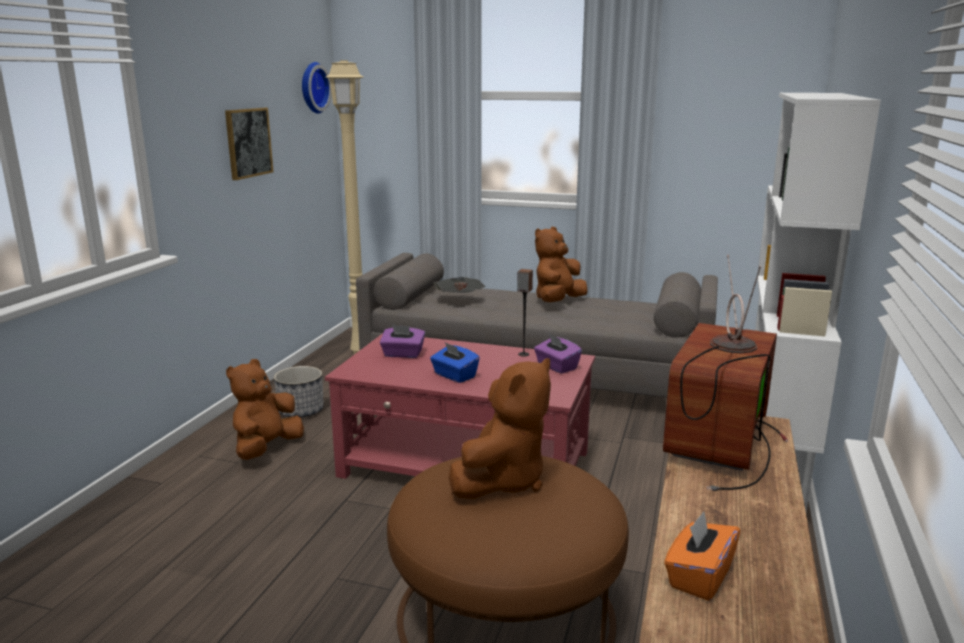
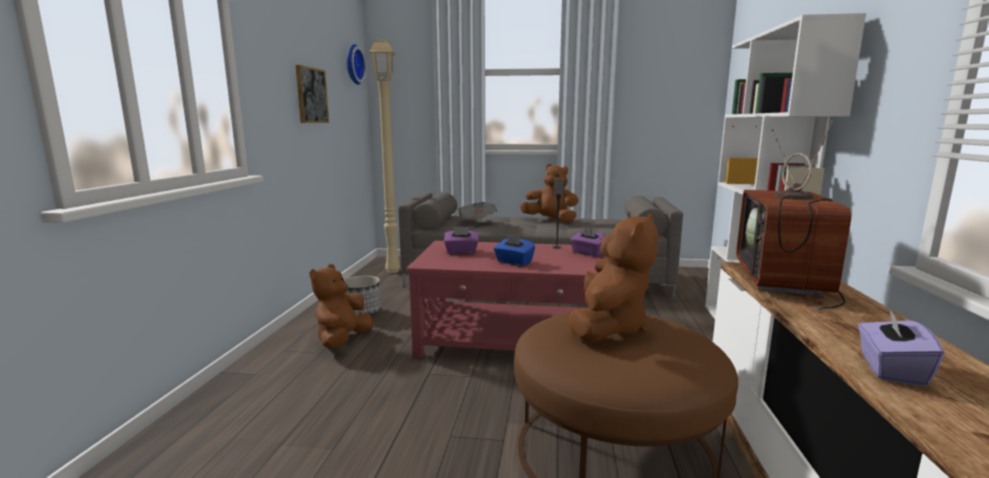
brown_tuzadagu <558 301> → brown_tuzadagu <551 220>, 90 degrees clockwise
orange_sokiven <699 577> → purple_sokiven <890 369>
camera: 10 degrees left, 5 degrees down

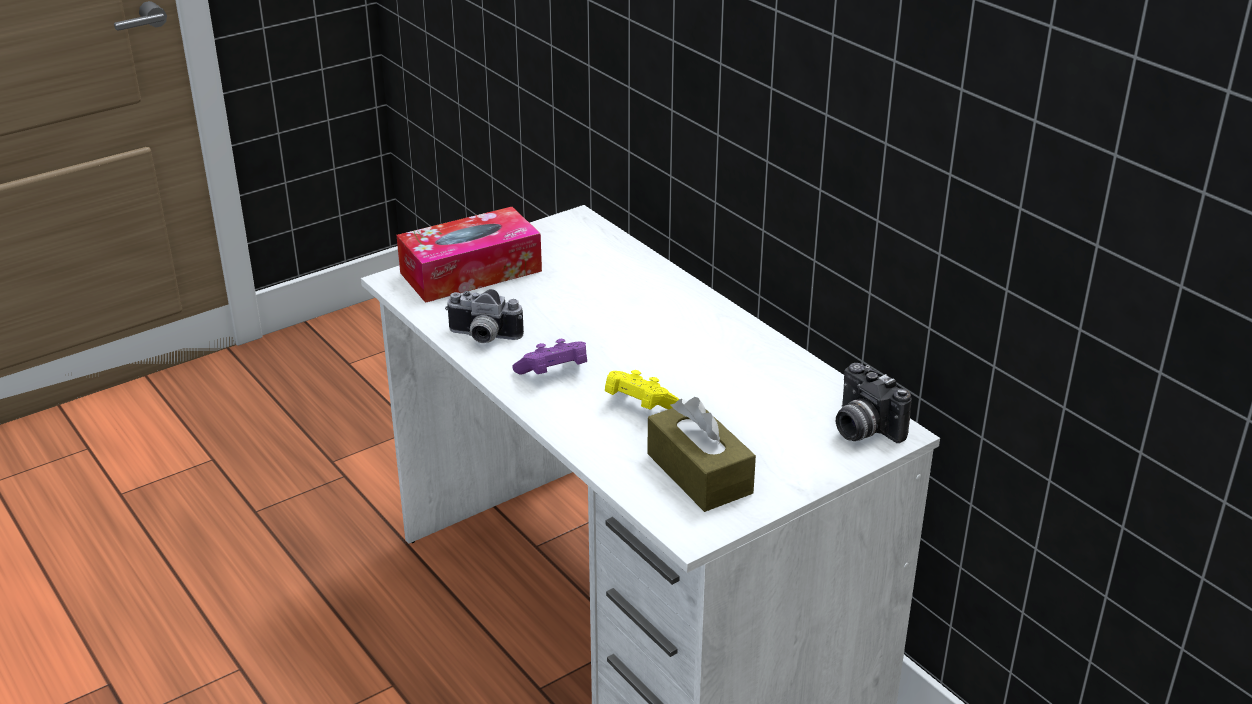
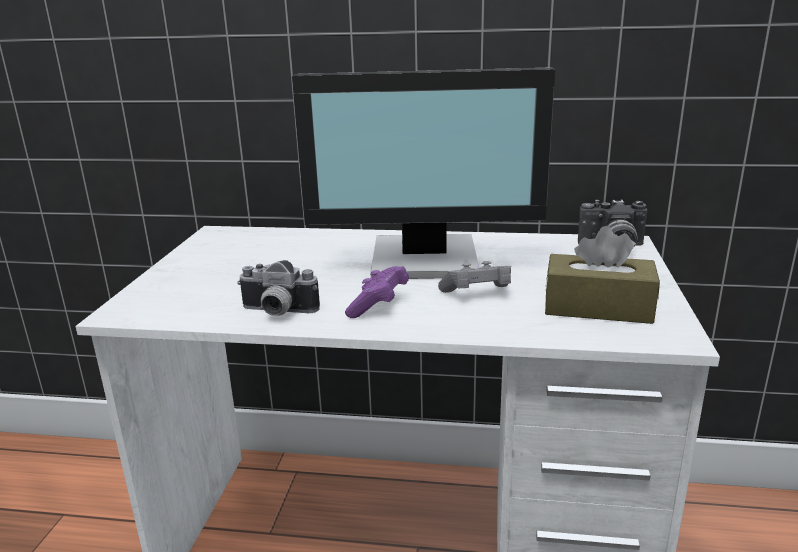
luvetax <482 338> → luvetax <276 312>, 45 degrees clockwise
- → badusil <426 260>
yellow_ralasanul <640 406> → grey_ralasanul <477 294>
sokiven <471 272> → -
camera: 45 degrees left, 10 degrees down

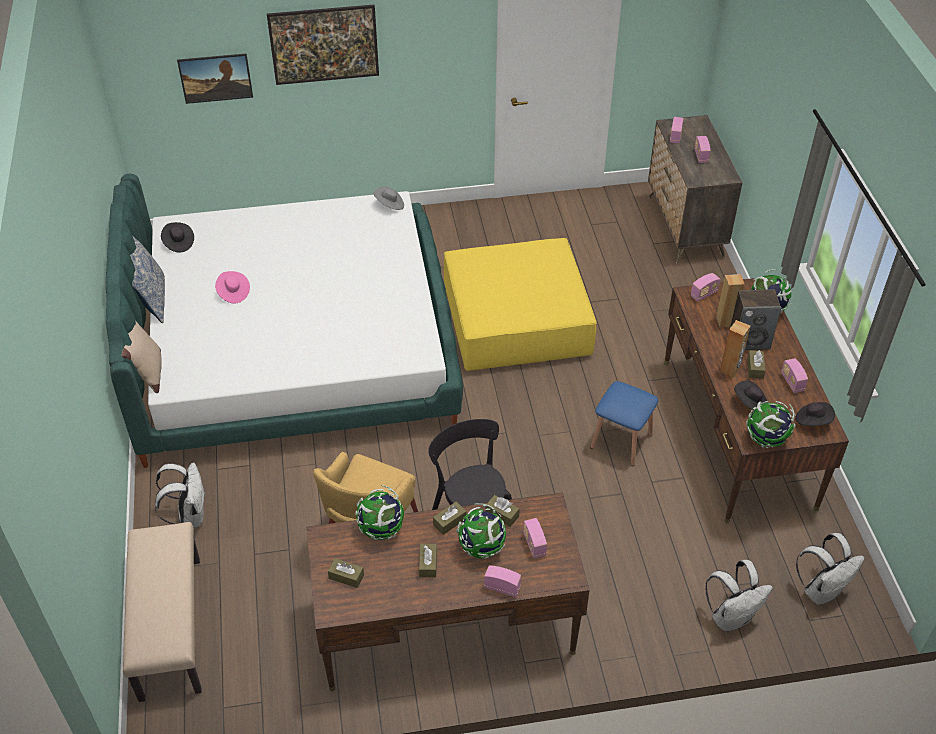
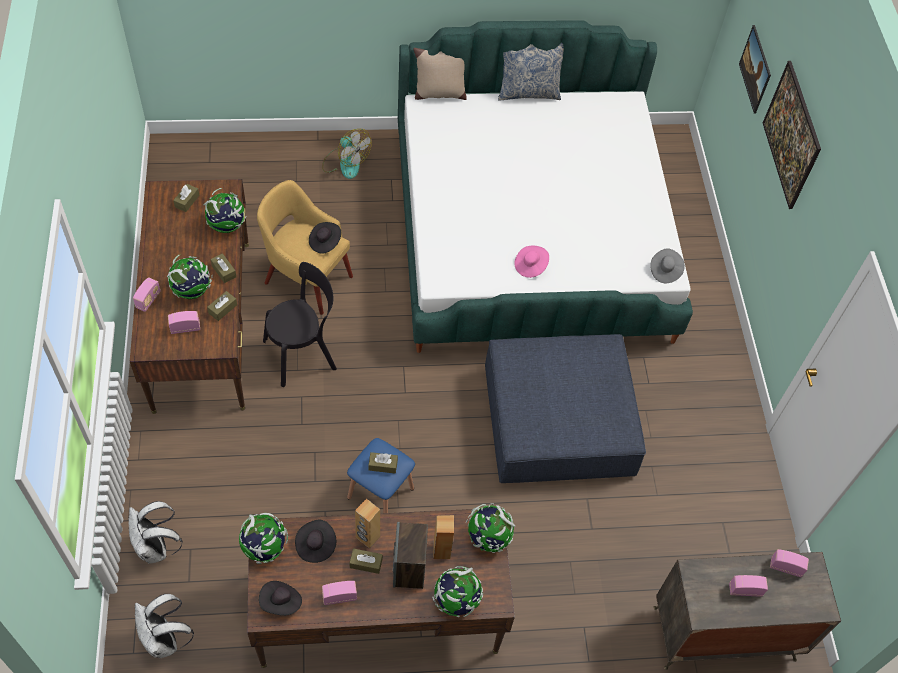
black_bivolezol <178 243> → black_bivolezol <325 242>, moved
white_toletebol <189 516> → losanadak <345 163>
brown_sokiven <428 564> → brown_sokiven <383 465>, moved
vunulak <704 294> → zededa <488 538>
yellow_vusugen <516 321> → blue_vusugen <558 421>
pink_bivolezol <233 293> → pink_bivolezol <530 266>, moved
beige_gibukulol <169 627> → -
camera: 90 degrees right, 10 degrees up

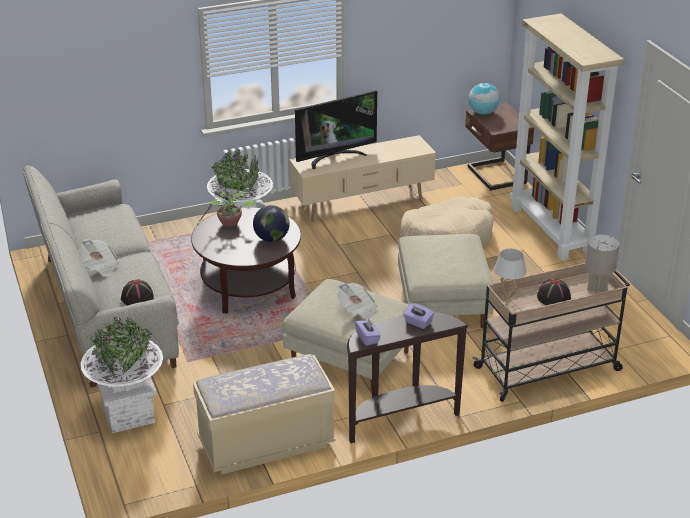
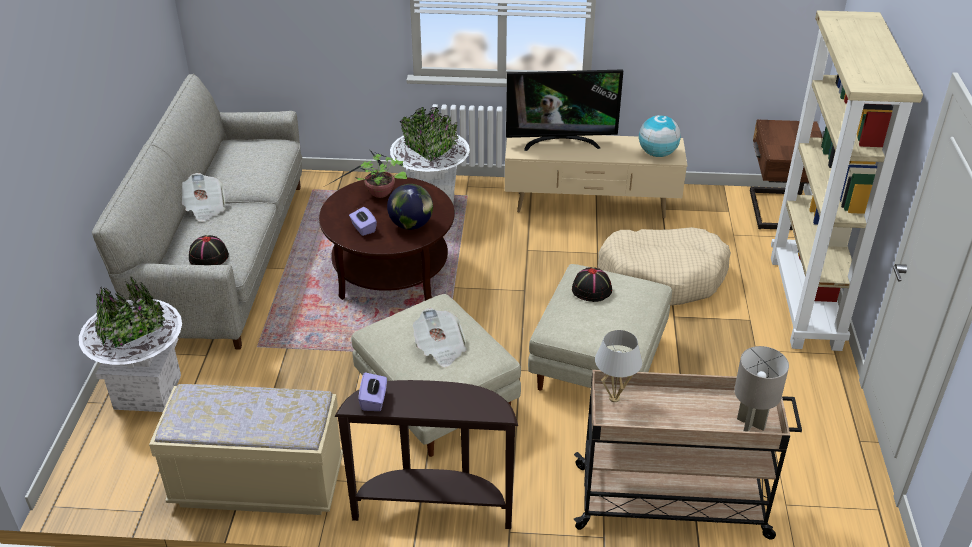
purple_sokiven <418 323> → purple_sokiven <363 228>, moved
black_bivolezol <554 297> → black_bivolezol <592 289>, moved
zededa <483 112> → zededa <657 154>, moved
camera: 25 degrees right, 5 degrees up

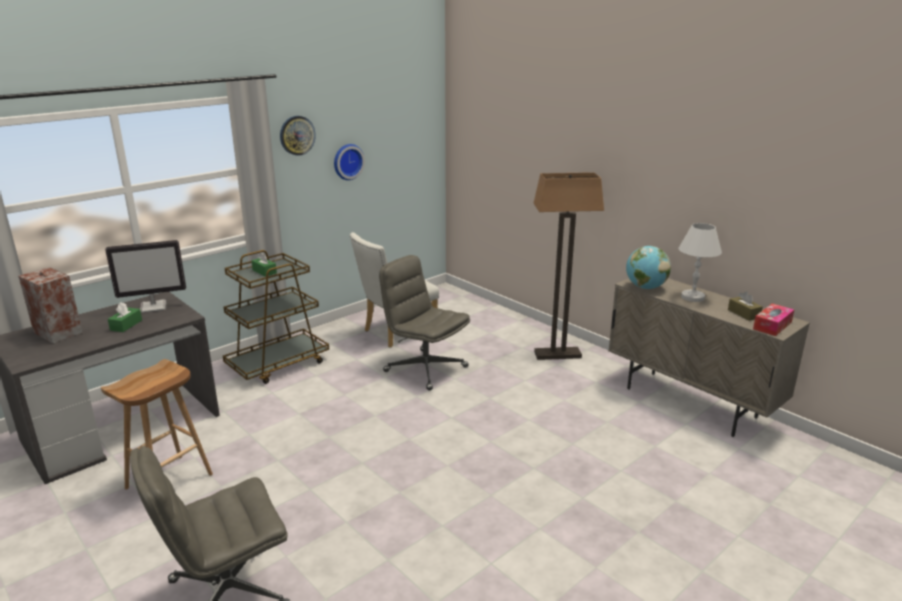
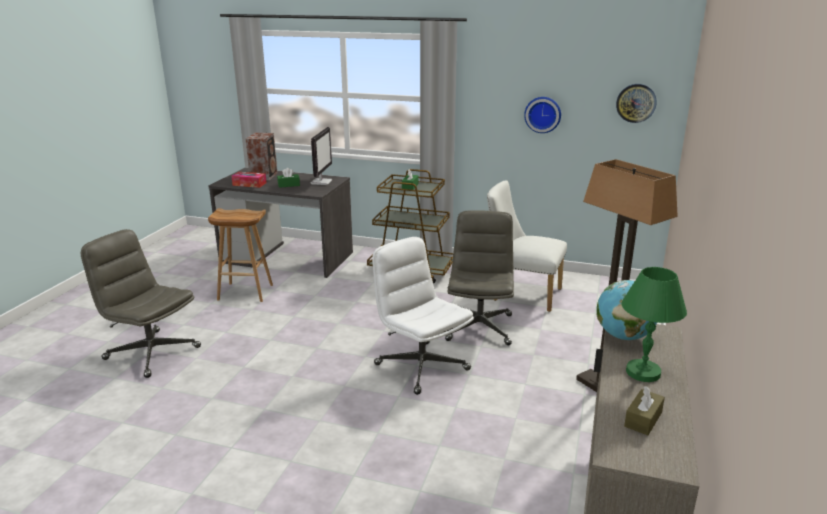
sokiven <772 325> → sokiven <249 184>, moved
badusil <154 306> → badusil <321 182>, 120 degrees counterclockwise
- → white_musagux <421 366>
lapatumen <297 135> → lapatumen <636 103>, moved
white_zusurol <692 297> → green_zusurol <643 372>
camera: 60 degrees right, 0 degrees up

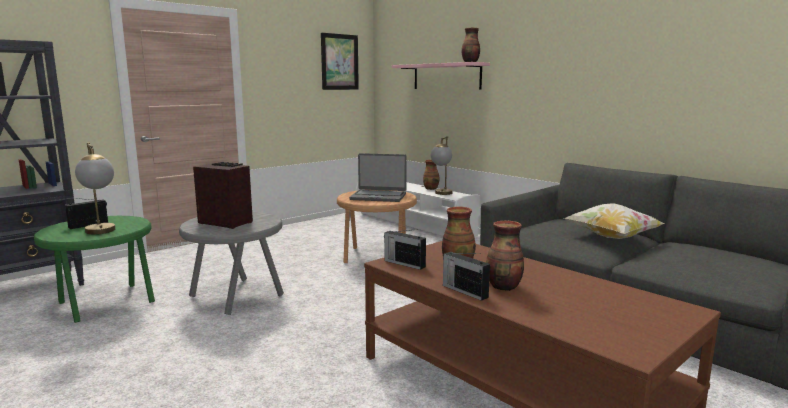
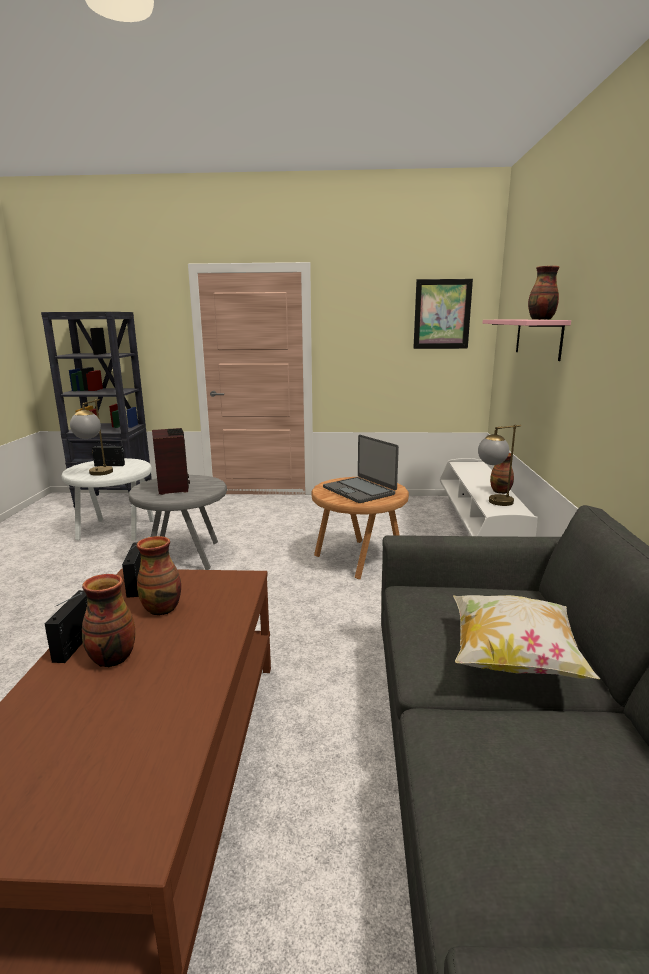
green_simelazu <104 303> → white_simelazu <115 530>
camera: 45 degrees right, 5 degrees up

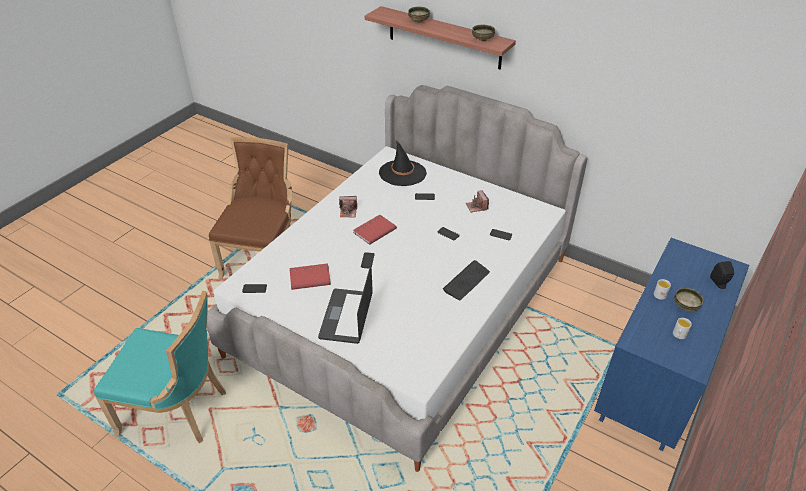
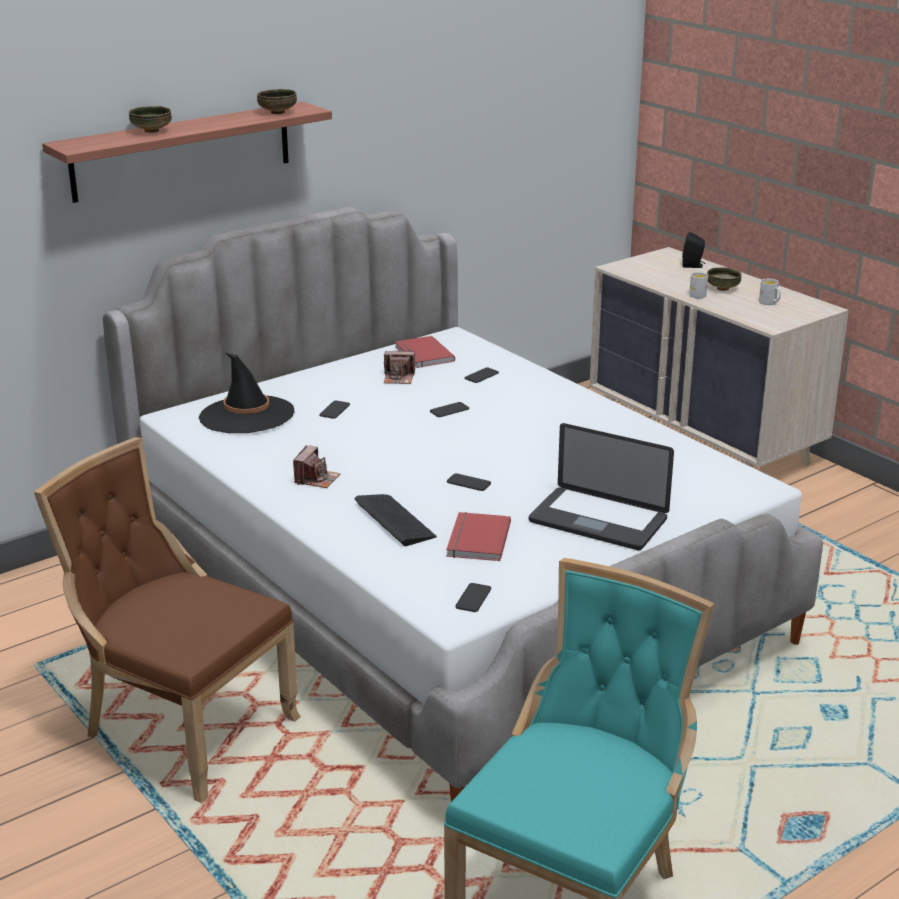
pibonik <466 281> → pibonik <395 520>, moved
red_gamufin <373 230> → red_gamufin <422 355>, moved
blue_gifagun <653 382> → beige_gifagun <703 439>
camera: 70 degrees left, 15 degrees down

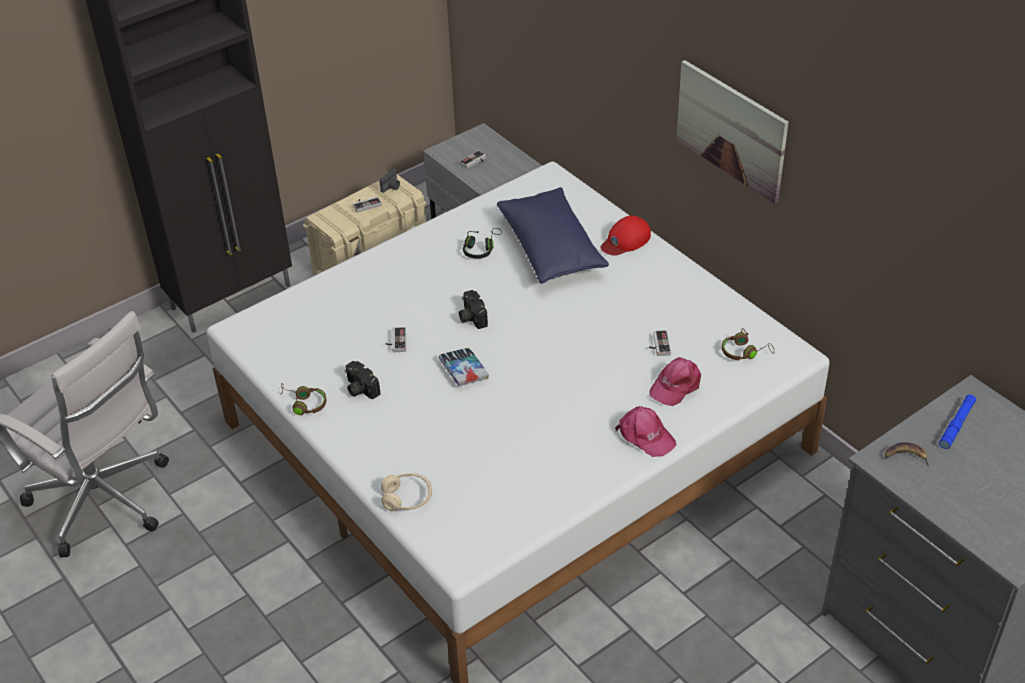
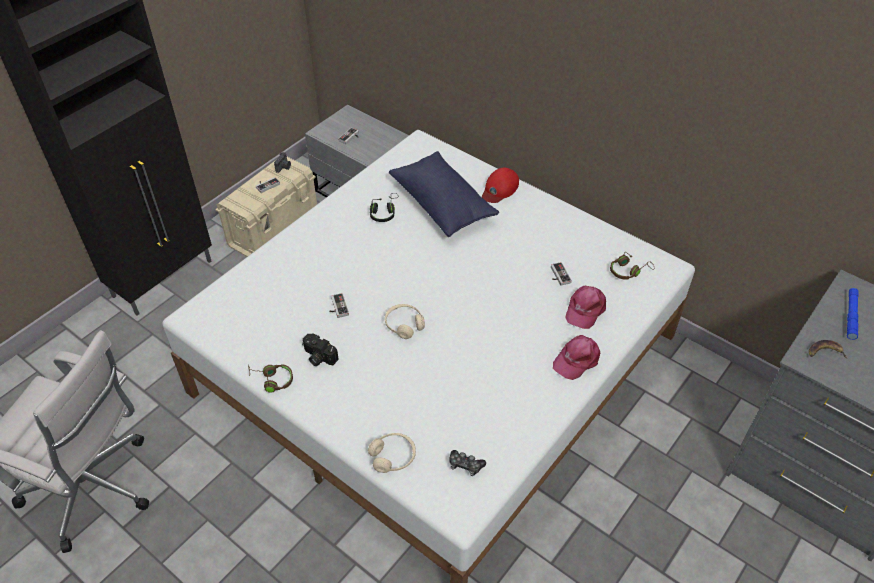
gamufin <463 370> → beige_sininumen <404 325>
- → ralasanul <465 465>
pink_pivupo <645 436> → pink_pivupo <577 359>, 105 degrees clockwise
luvetax <471 317> → -
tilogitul <731 130> → -
camera: 15 degrees left, 5 degrees up

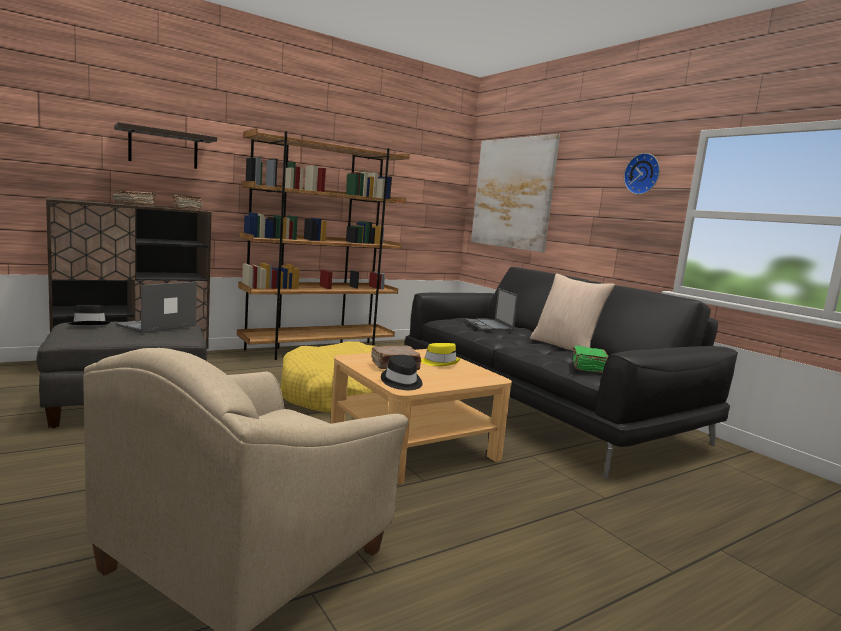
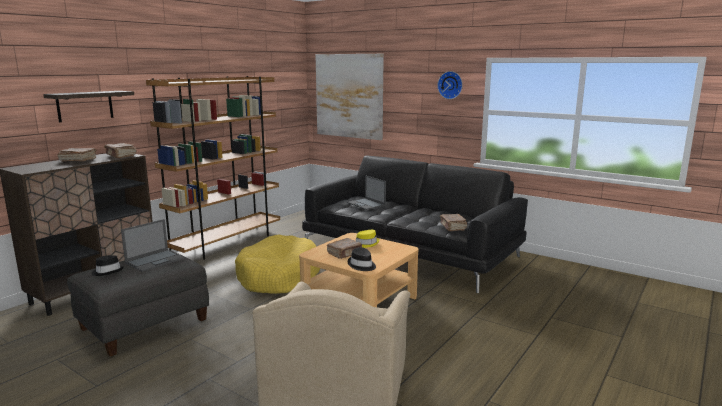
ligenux <156 325> → ligenux <155 260>, 150 degrees counterclockwise
green_gamufin <588 367> → brown_gamufin <453 227>
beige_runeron <565 346> → -
camera: 20 degrees left, 5 degrees up

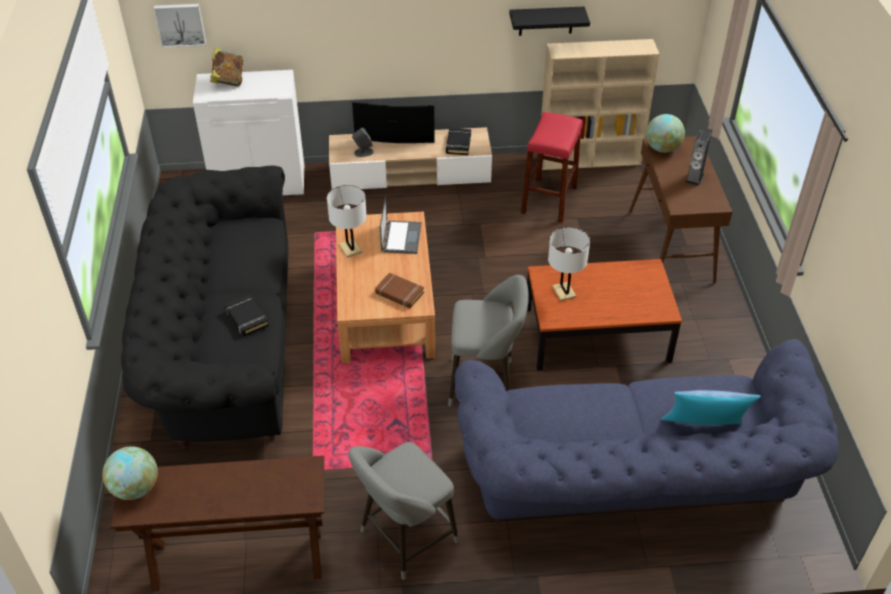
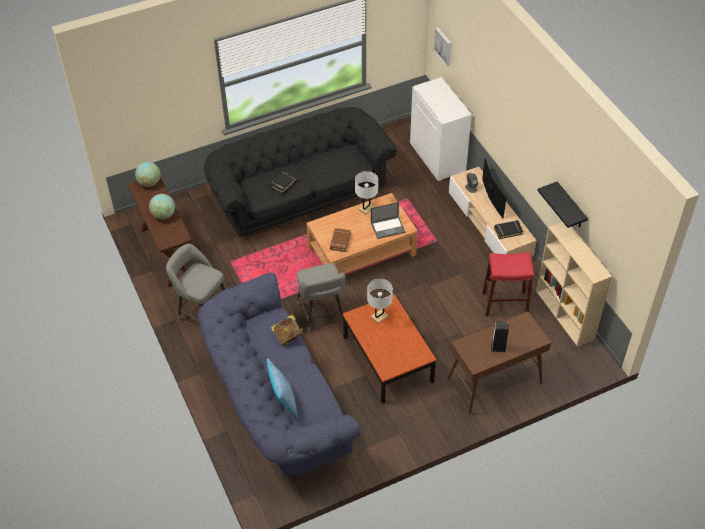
zededa <662 148> → zededa <163 215>, moved
gamufin <228 80> → gamufin <288 336>, moved
camera: 70 degrees right, 5 degrees up

